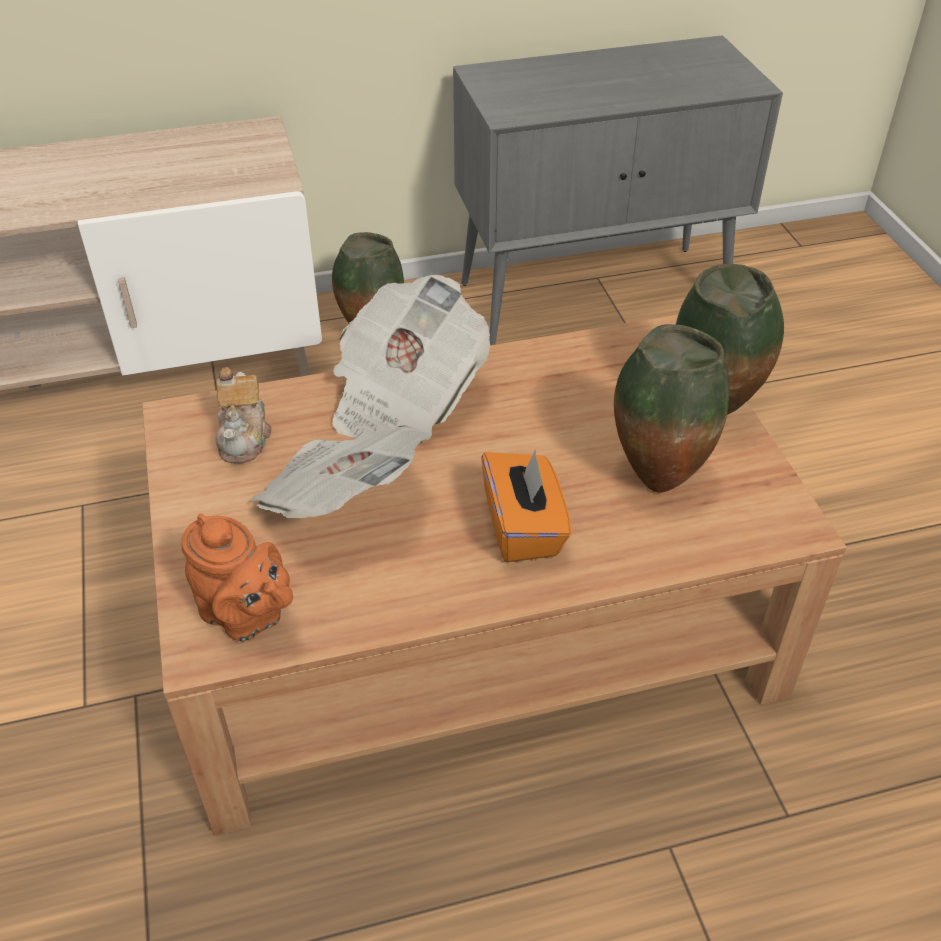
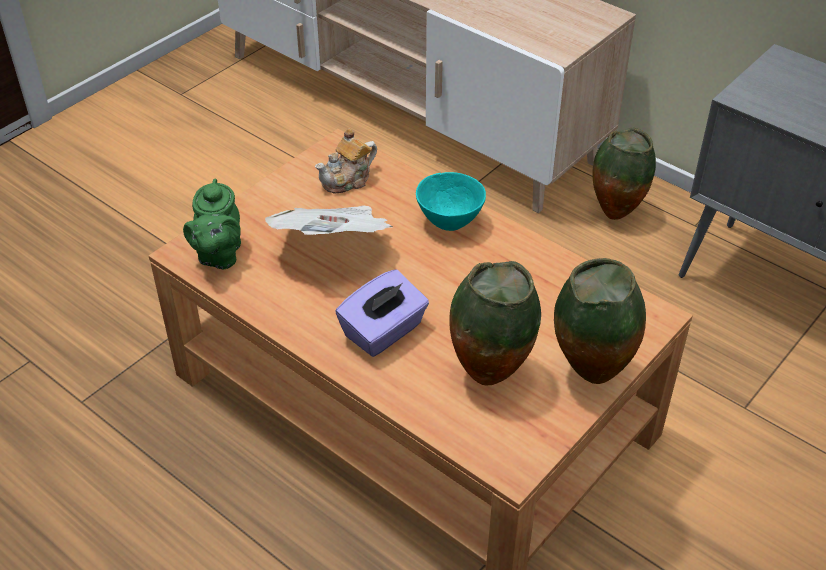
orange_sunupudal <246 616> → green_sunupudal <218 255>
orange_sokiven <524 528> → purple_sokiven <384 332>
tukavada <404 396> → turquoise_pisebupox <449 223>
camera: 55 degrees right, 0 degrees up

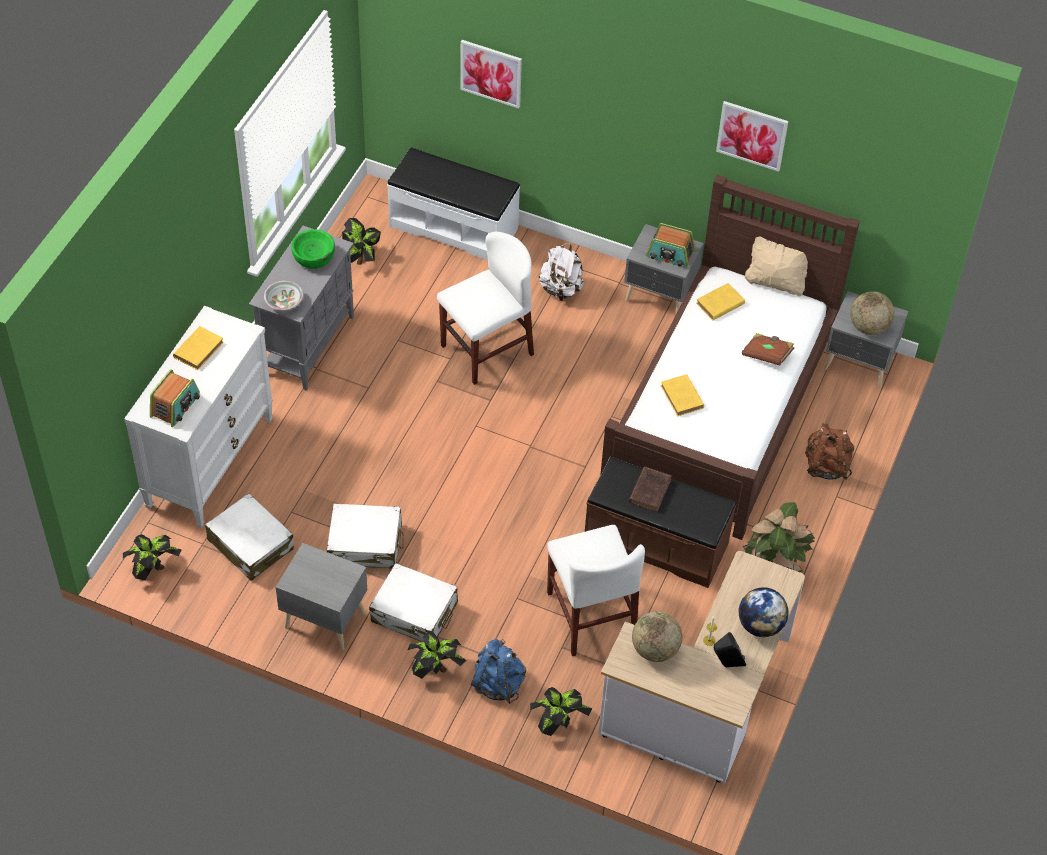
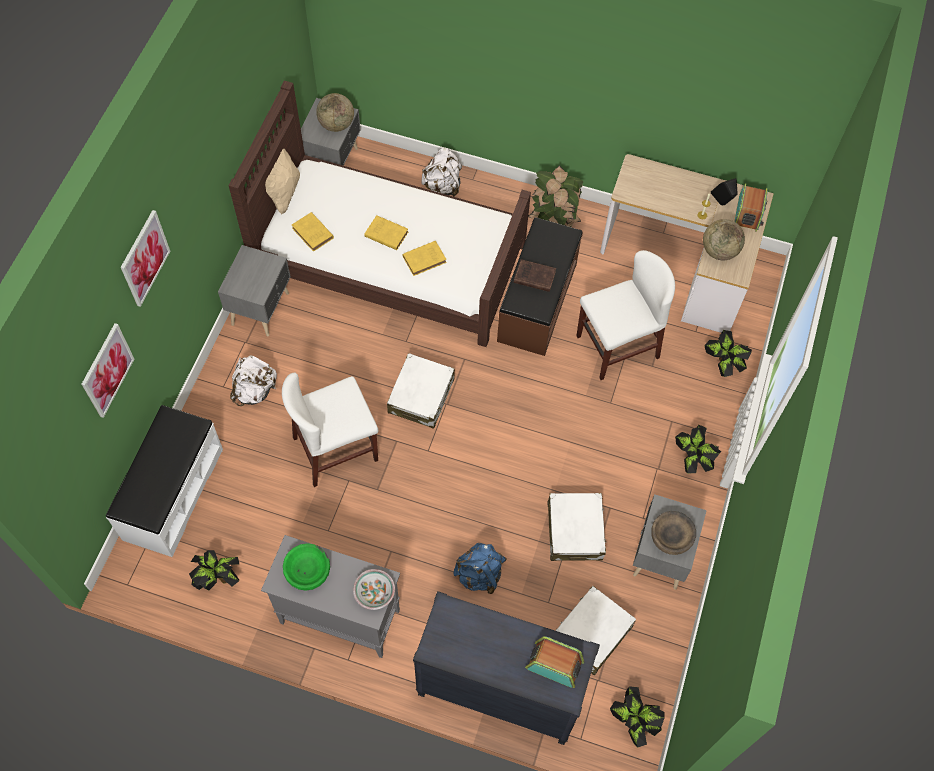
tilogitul <752 135> → tilogitul <144 258>, moved
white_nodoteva <487 350> → white_nodoteva <335 449>, 75 degrees counterclockwise
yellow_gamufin <199 349> → yellow_gamufin <385 234>, moved
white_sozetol <414 612> → white_sozetol <421 396>, moved
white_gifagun <210 461> → black_gifagun <499 690>
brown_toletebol <826 466> → white_toletebol <442 186>
blue_toletebol <498 683> → blue_toletebol <479 574>, moved
- → brown_pisebupox <671 537>
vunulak <670 254> → vunulak <748 213>, moved
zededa <760 625> → -
brown_gamufin <767 355> → -
camera: 95 degrees left, 10 degrees up

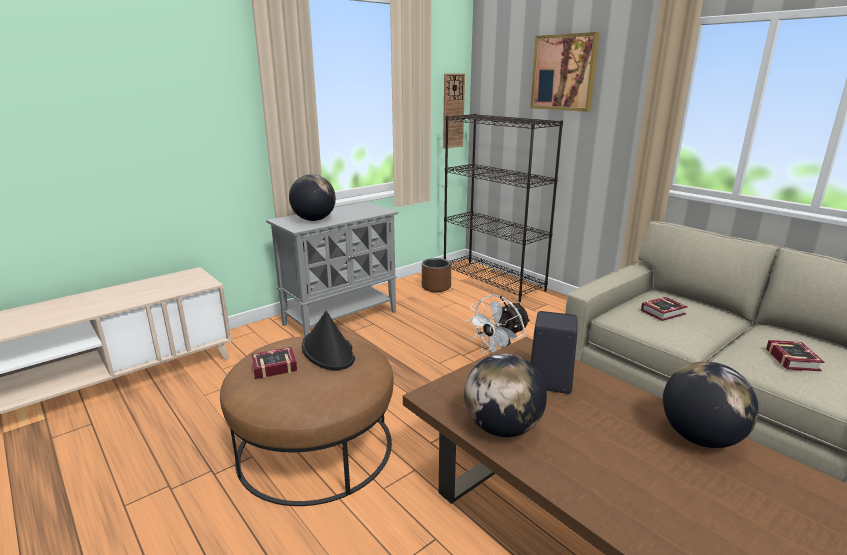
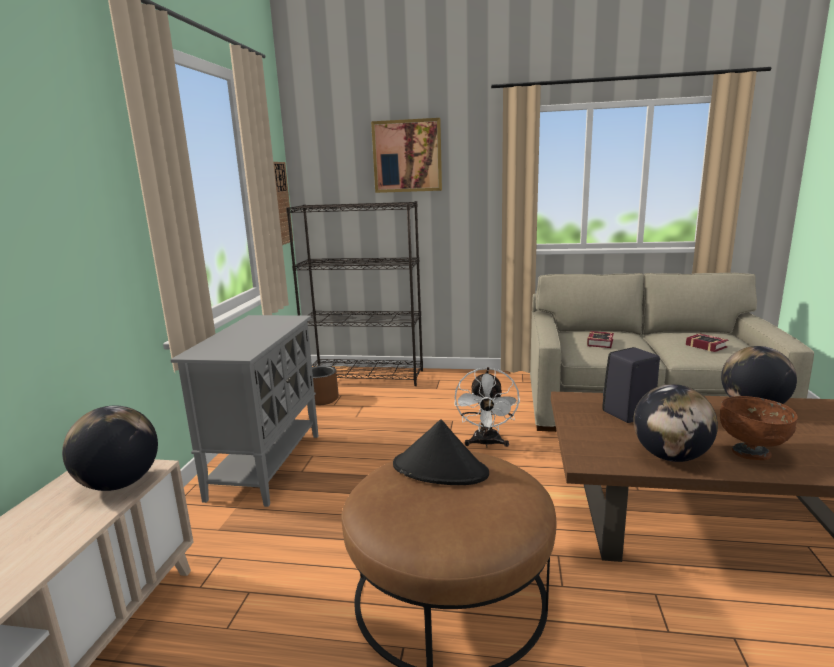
zededa <314 220> → zededa <120 484>, moved
- → brown_pisebupox <751 453>
gamufin <272 367> → -
camera: 40 degrees left, 5 degrees down

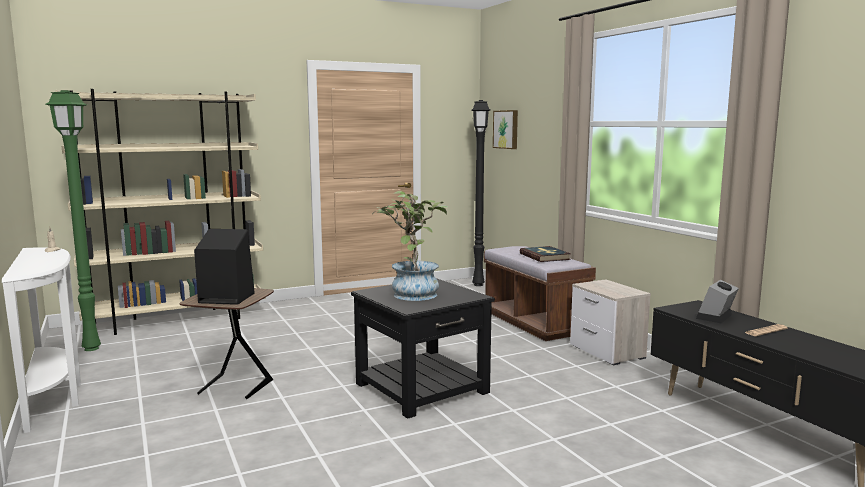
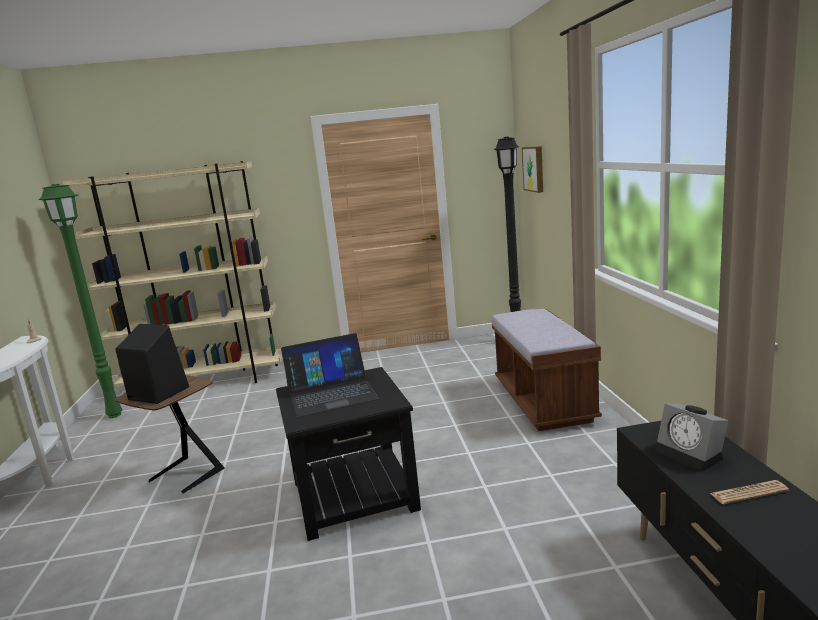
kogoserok <412 293> → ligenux <331 394>
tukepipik <716 317> → tukepipik <692 454>, 90 degrees counterclockwise
gamufin <545 256> → -
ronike <607 352> → -
camera: 20 degrees right, 5 degrees up

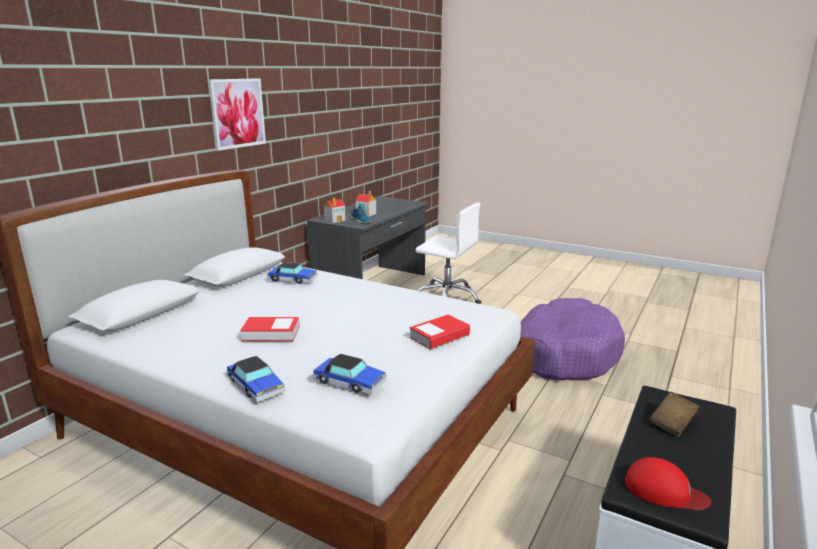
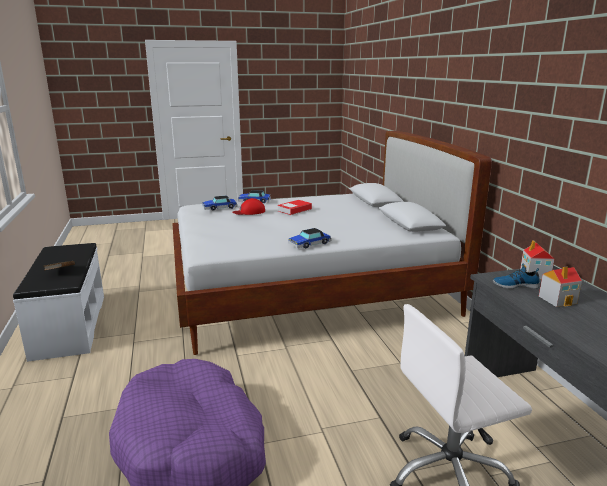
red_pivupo <664 491> → red_pivupo <249 212>, moved
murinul <292 279> → murinul <309 244>, moved
tilogitul <237 113> → -
gamufin <439 336> → -
camera: 135 degrees right, 0 degrees up

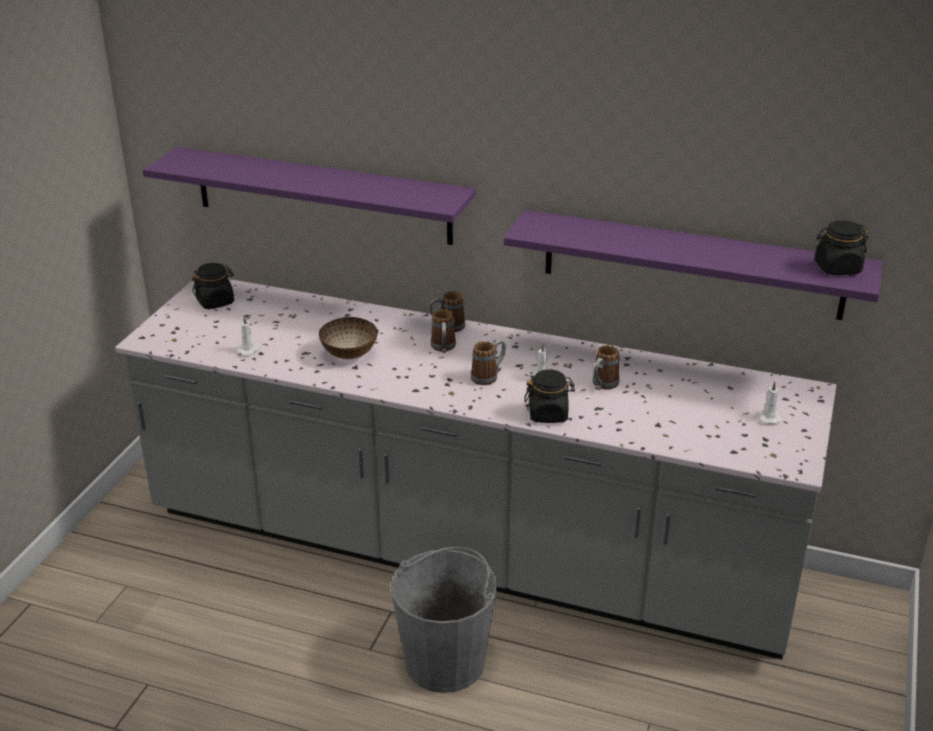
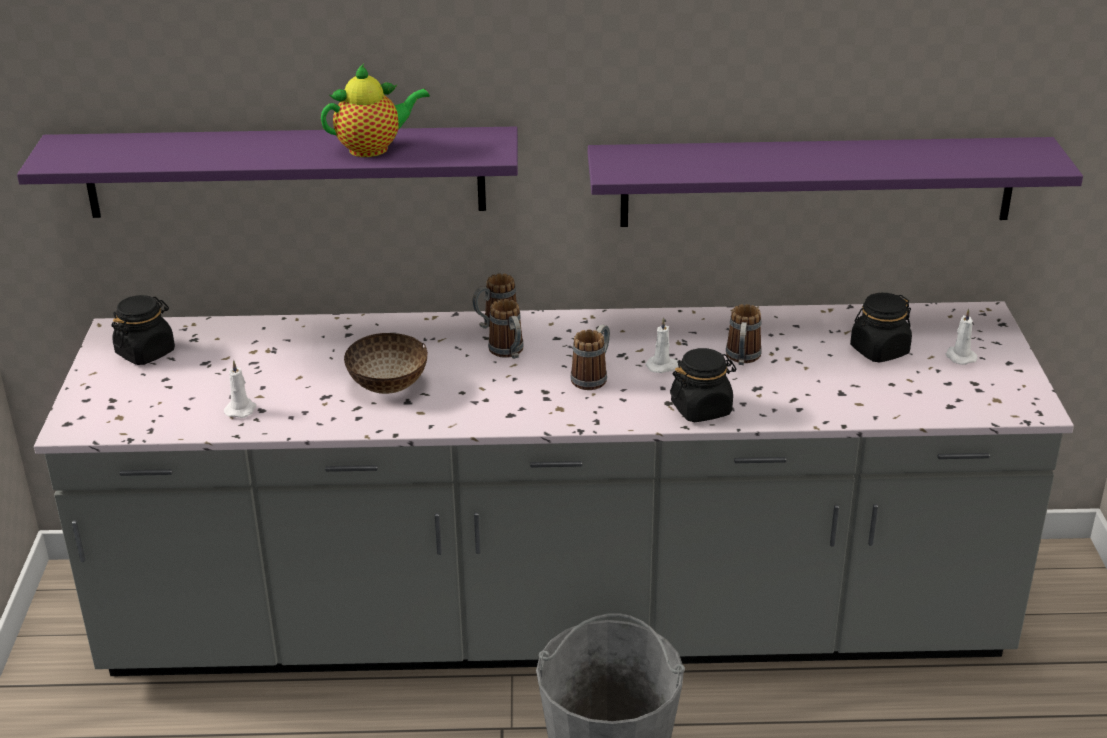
- → sunupudal <373 149>
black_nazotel <837 268> → black_nazotel <879 351>, moved
camera: 20 degrees left, 0 degrees up

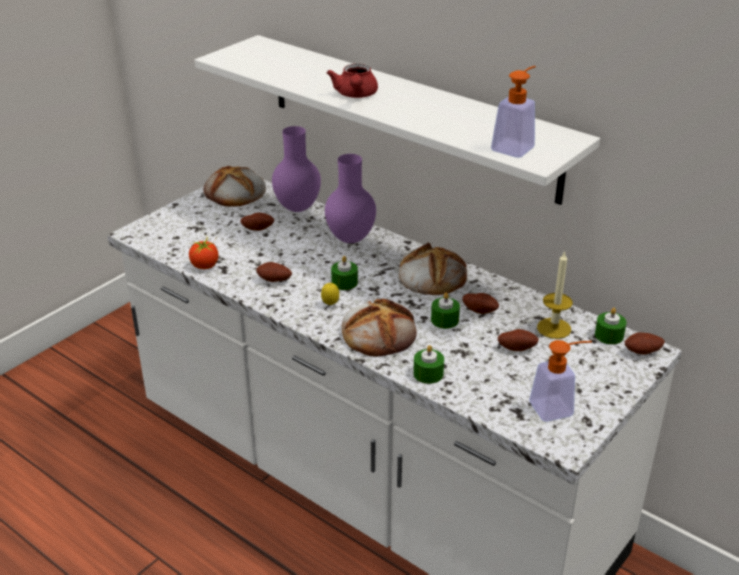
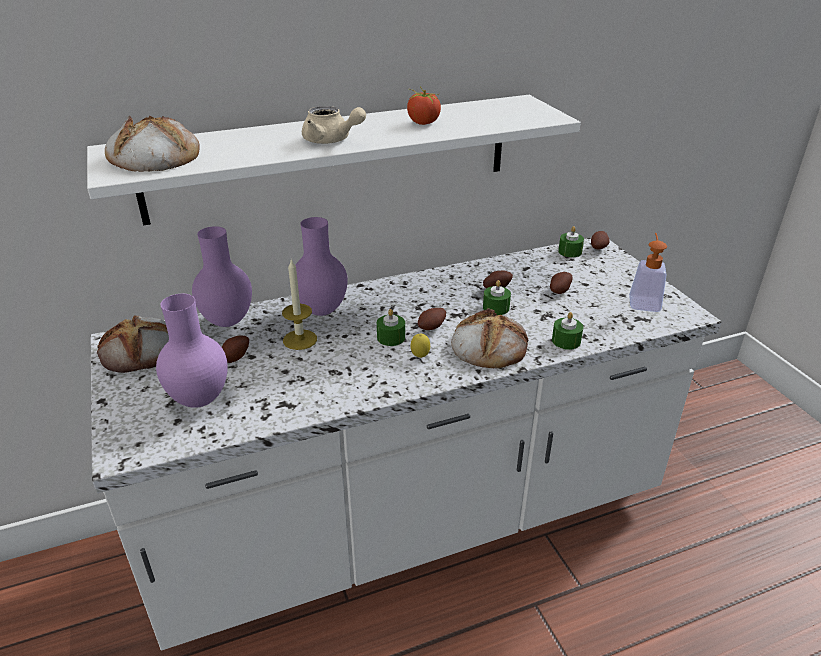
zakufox <431 275> → zakufox <153 156>, moved
- → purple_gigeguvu <198 400>
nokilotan <554 328> → nokilotan <300 339>, moved
red_sunupudal <355 95> → beige_sunupudal <331 141>
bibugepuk <205 265> → bibugepuk <423 123>, moved
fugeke <274 281> → fugeke <432 328>, moved
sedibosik <516 146> → -
camera: 60 degrees left, 0 degrees up

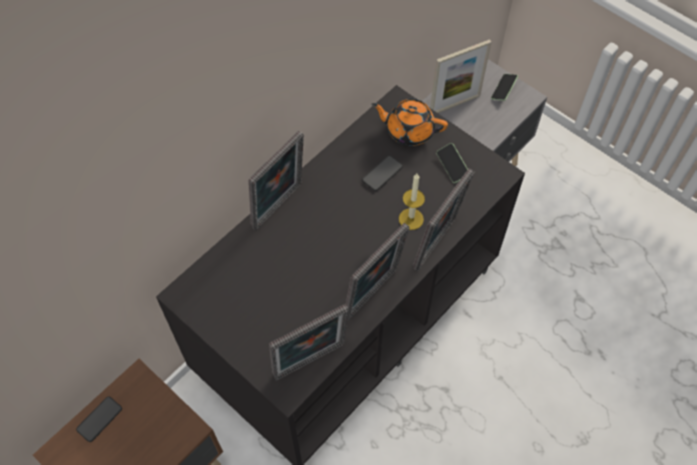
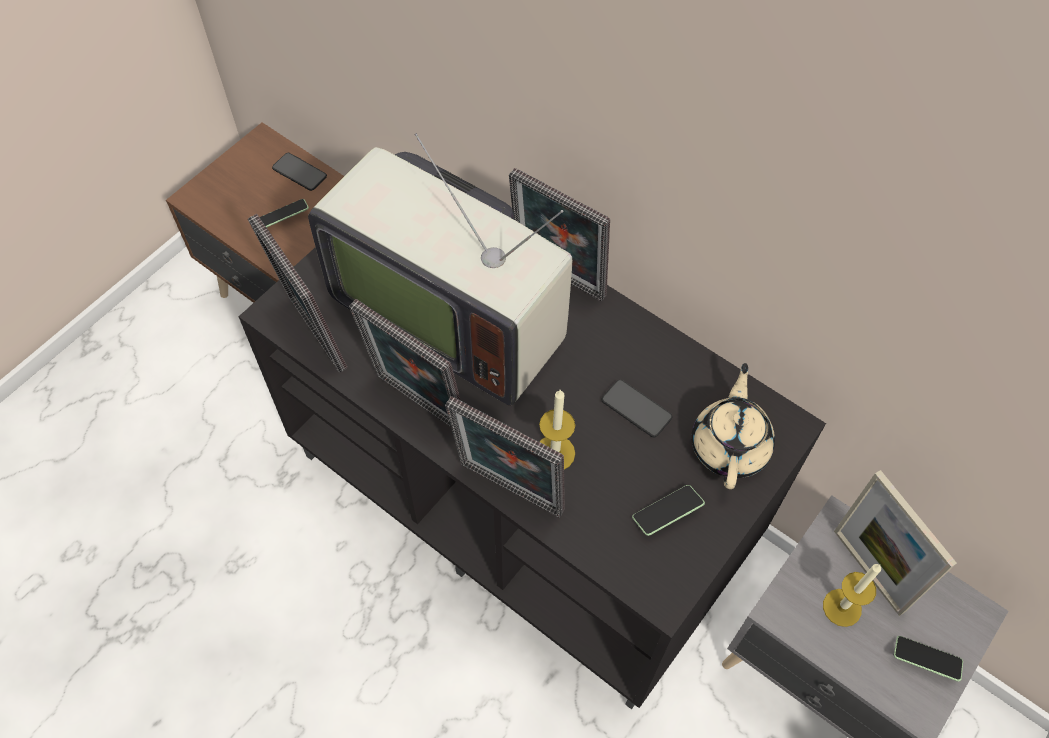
- → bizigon <284 218>
- → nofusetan <451 313>
orange_sunupudal <409 130> → beige_sunupudal <730 445>
- → nokilotan <842 607>
camera: 85 degrees right, 0 degrees up

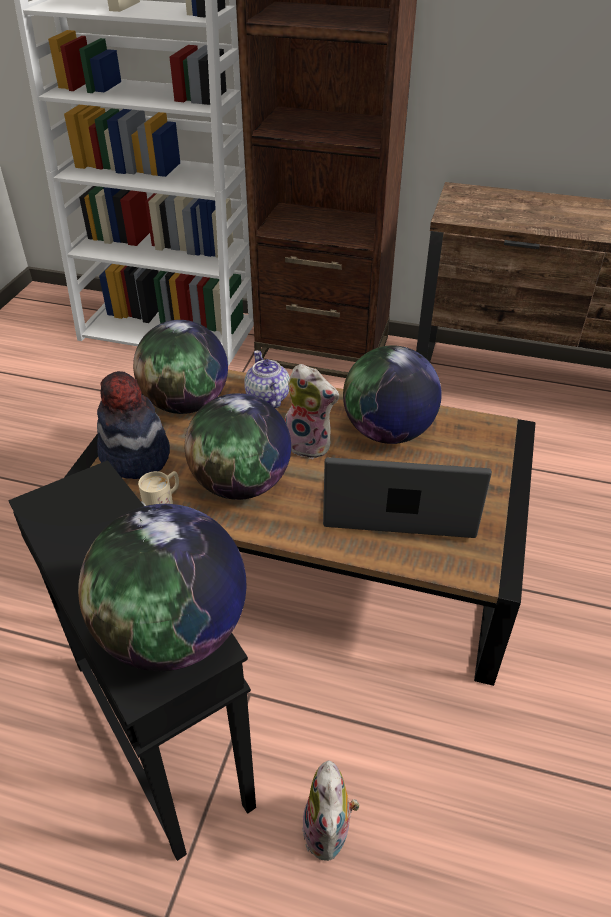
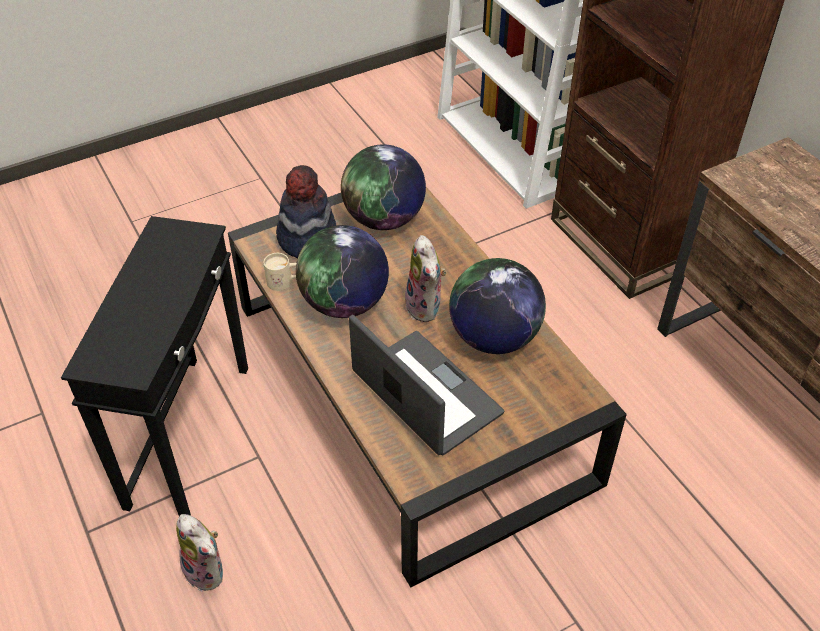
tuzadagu <329 832> → tuzadagu <208 570>, 90 degrees counterclockwise
zededa <174 633> → -
sunupudal <267 397> → -
camera: 45 degrees right, 5 degrees up

